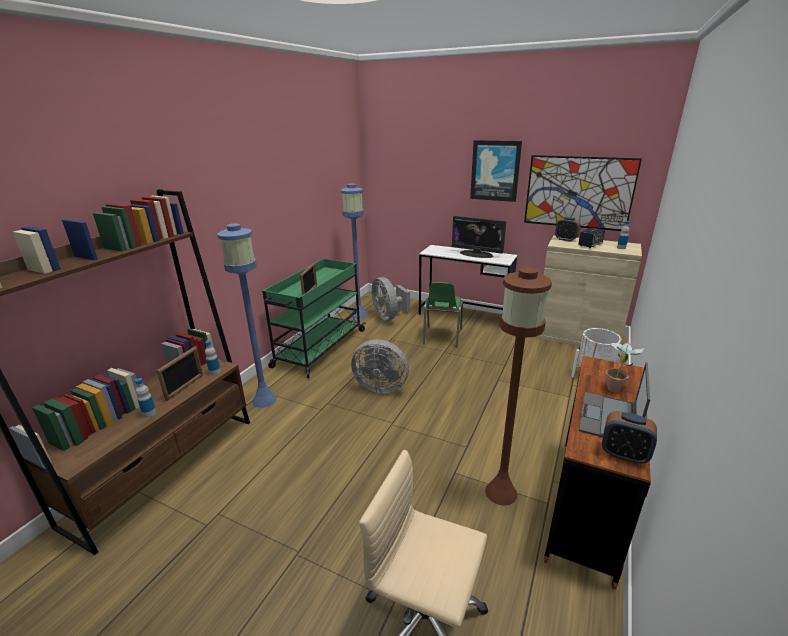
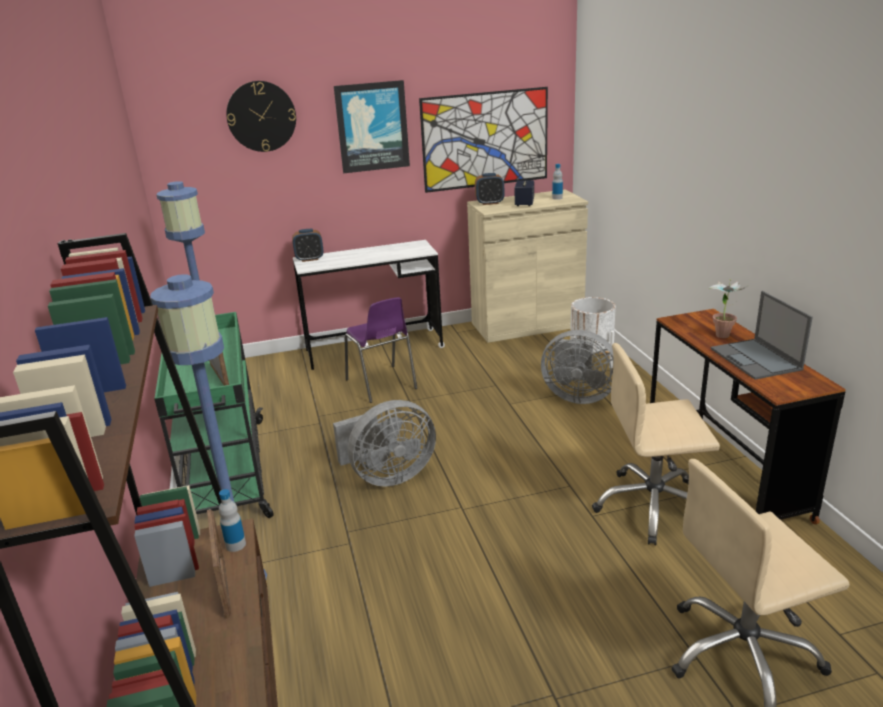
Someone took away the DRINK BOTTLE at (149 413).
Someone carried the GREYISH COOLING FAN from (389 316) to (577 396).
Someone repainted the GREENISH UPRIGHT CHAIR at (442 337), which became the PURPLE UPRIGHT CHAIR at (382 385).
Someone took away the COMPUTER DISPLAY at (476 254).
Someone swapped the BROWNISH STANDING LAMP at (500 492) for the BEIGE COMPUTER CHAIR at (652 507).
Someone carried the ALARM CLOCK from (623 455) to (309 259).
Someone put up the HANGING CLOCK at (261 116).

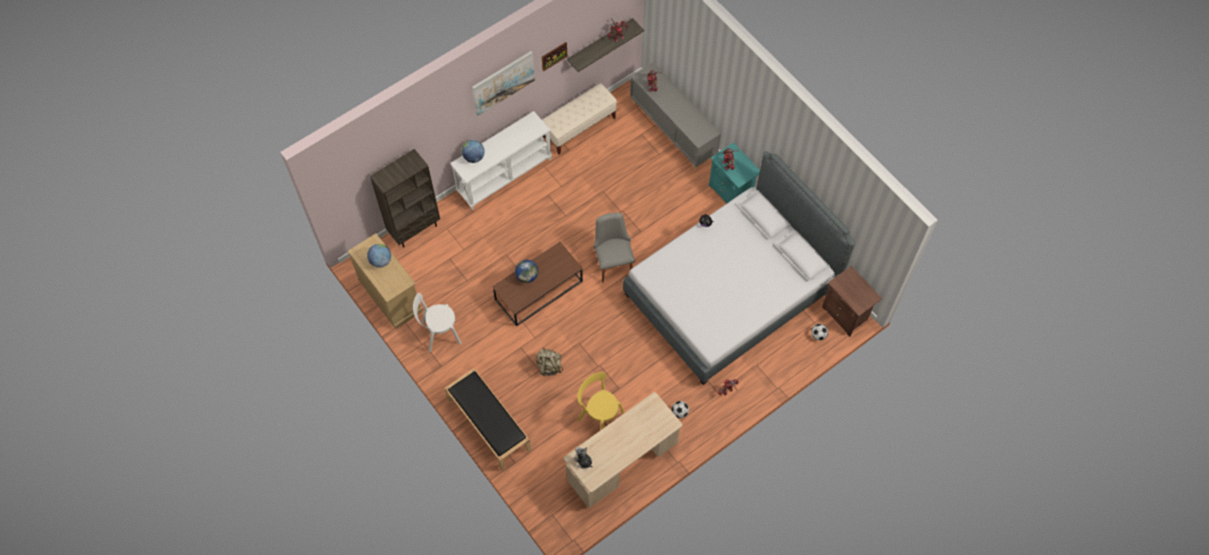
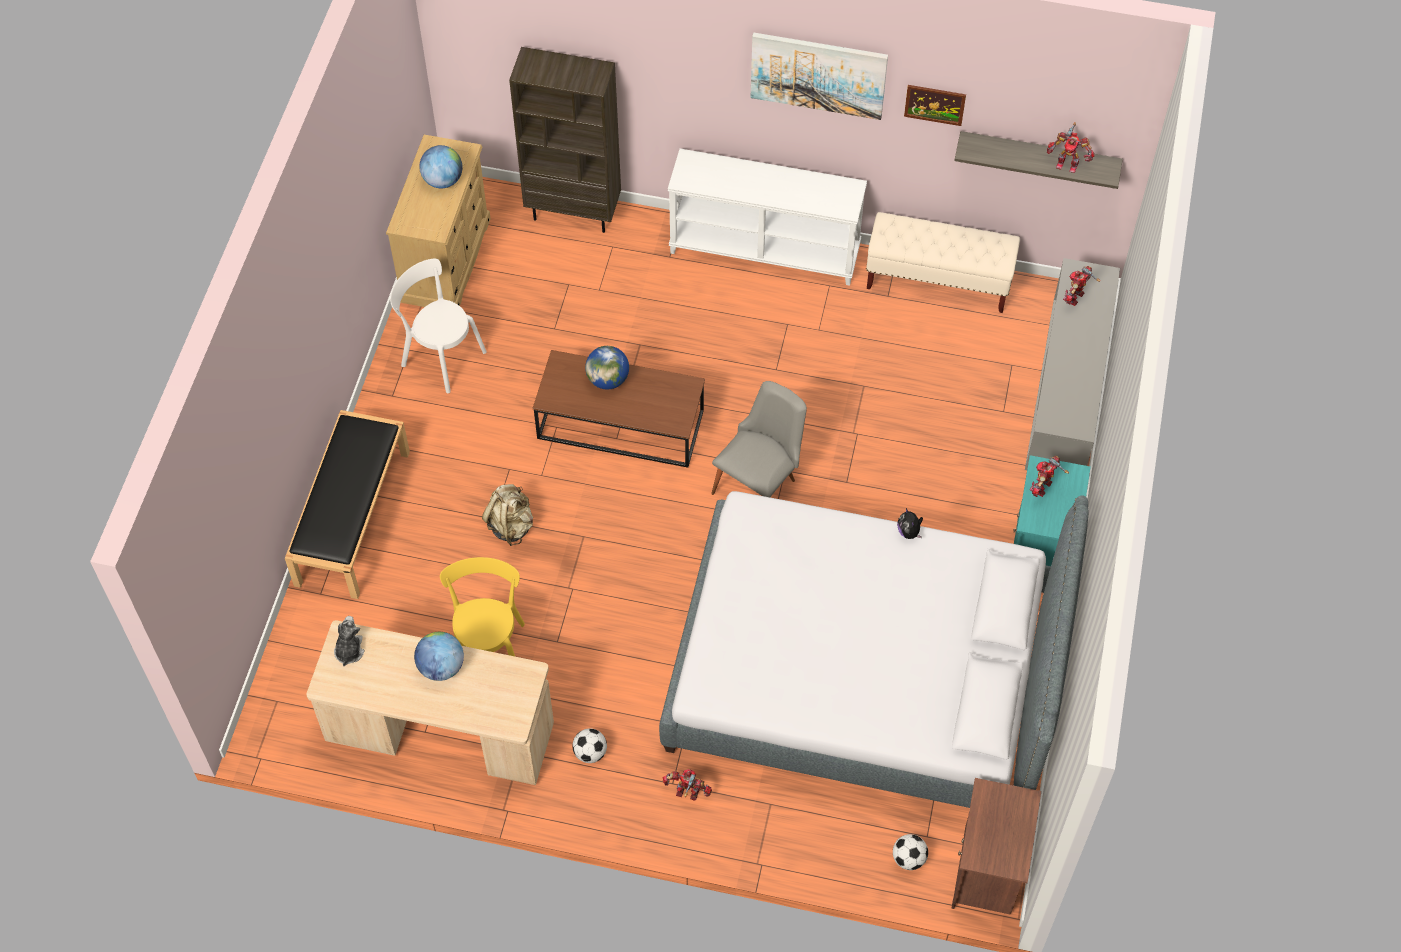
Someone carried the GLOBE from (474 157) to (441 667).

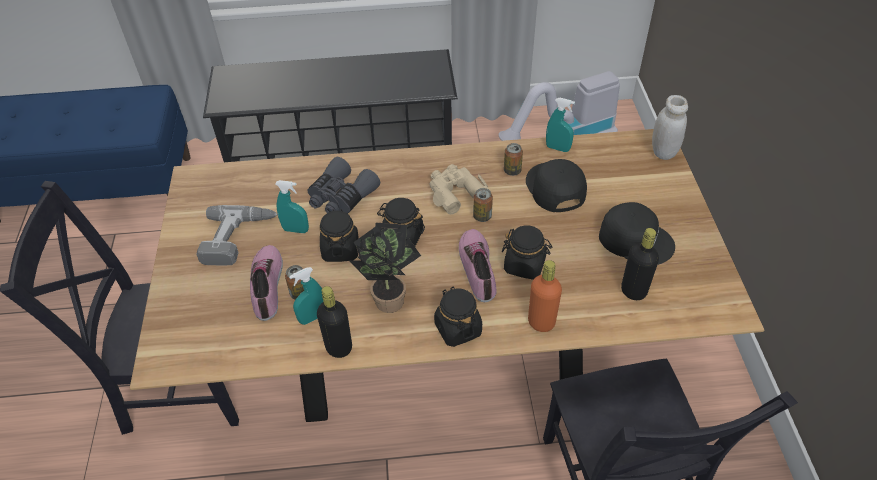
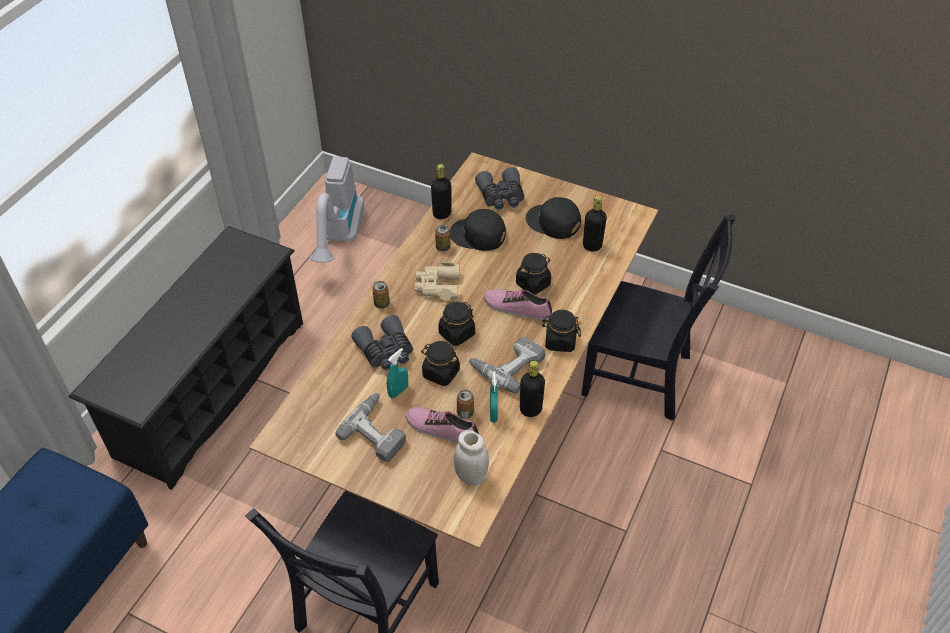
Someone swapped the PLANT IN A POT at (388 297) for the POWER DRILL at (507 365).
Someone carried the METAL CAN from (482 216) to (381 304).
Someone took away the ORANGE DRINK BOTTLE at (541 322).
Someone swapped the TURQUOISE-COLOURED HAND SPRAYER at (557 148) for the BLACK-COLOURED DRINK BOTTLE at (442 214).
Someone rotated the BLACK-COLOURED CAP at (635 239) by 120 degrees counterclockwise.
Someone carried the WHITISH STORAGE JAR from (663 152) to (471 476).
Someone put down the GREYISH PAIR OF BINOCULARS at (501 196).

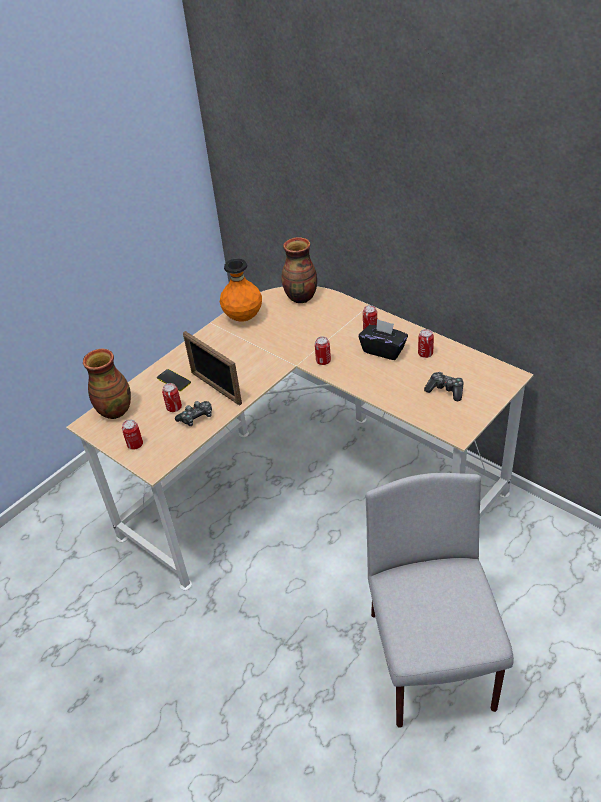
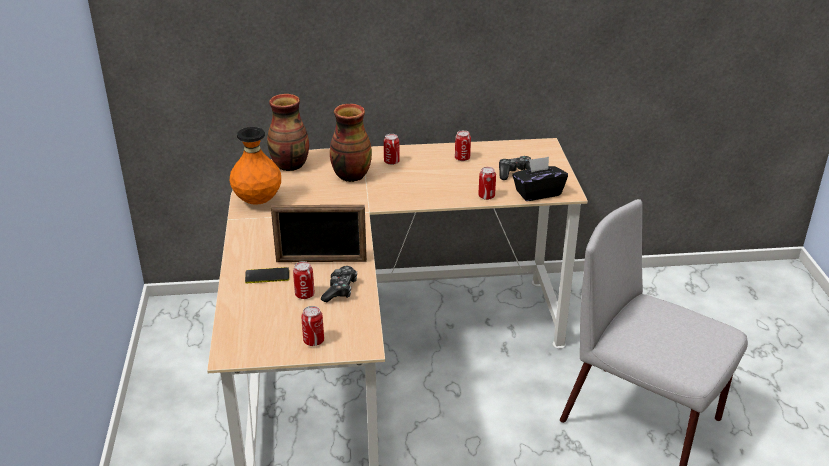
Someone carried the DECORATIVE VASE from (114 410) to (350 175).
Someone carried the METAL CAN from (323 361) to (486 196).
Someone carried the BLACK-COLOURED BOX OF TISSUES from (383 350) to (538 193).

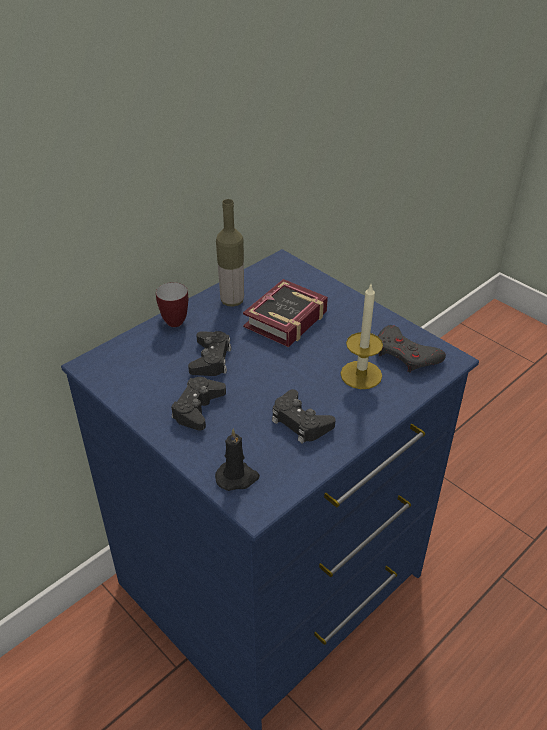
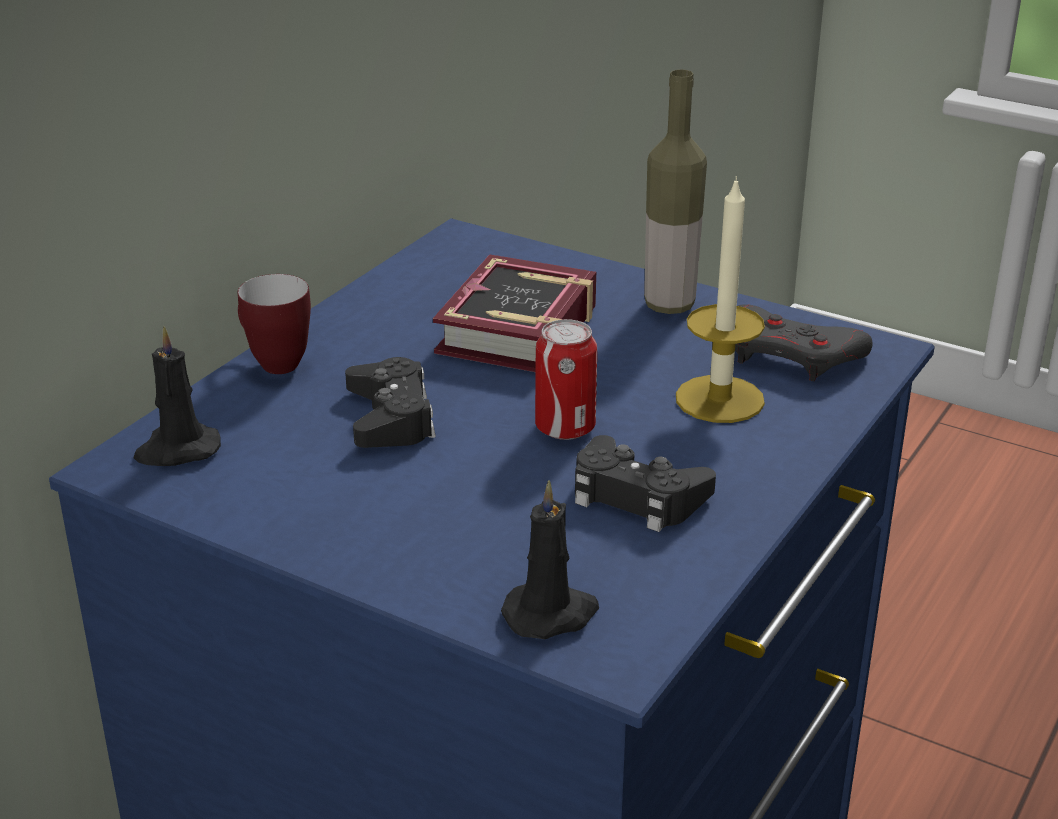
Someone took away the BLACK-COLOURED JOYPAD at (198 408).
Someone carried the DRINK BOTTLE from (232 301) to (669 305).
Someone put down the BLACK-COLOURED WAX LIGHT at (177 450).
Someone put down the METAL CAN at (565 427).

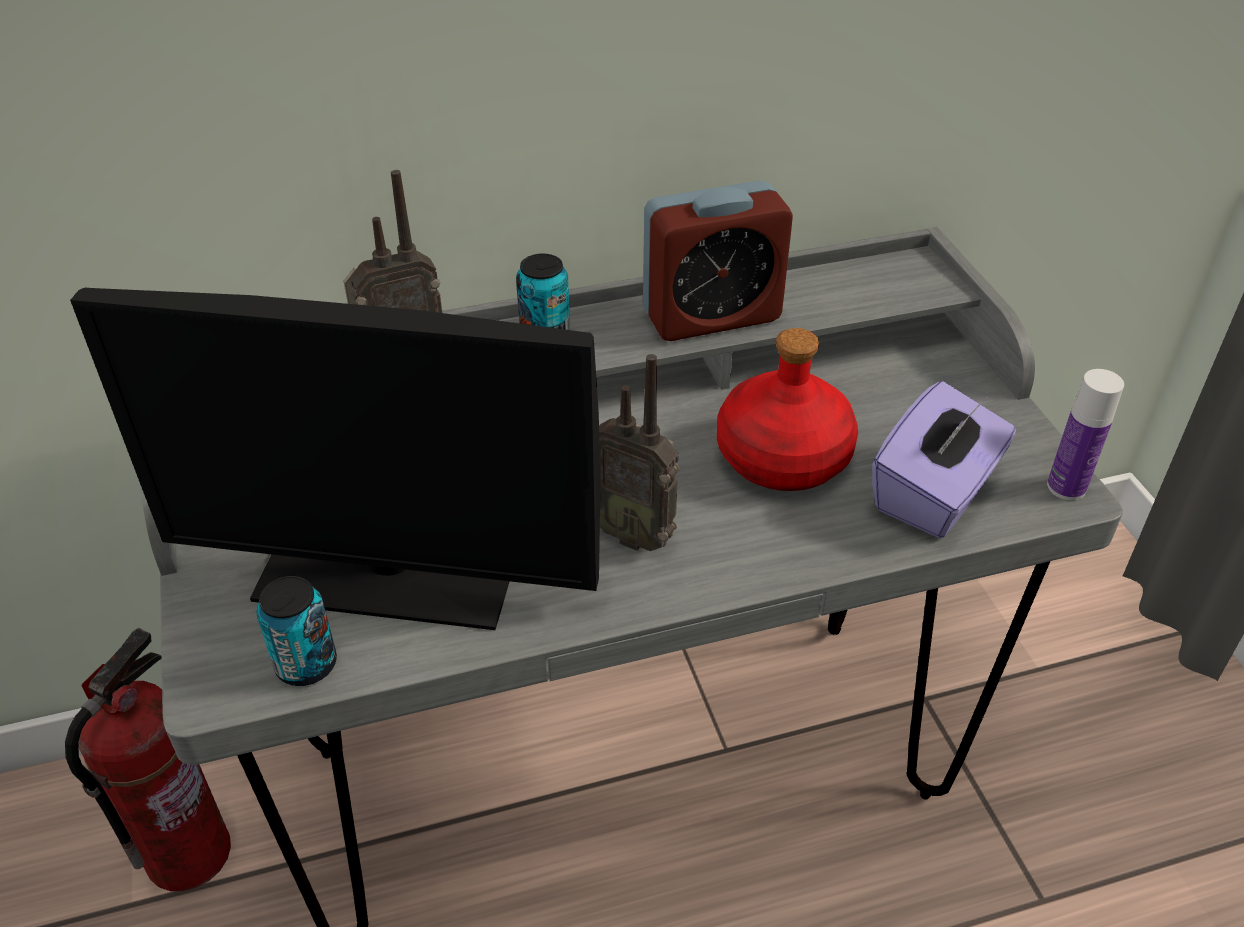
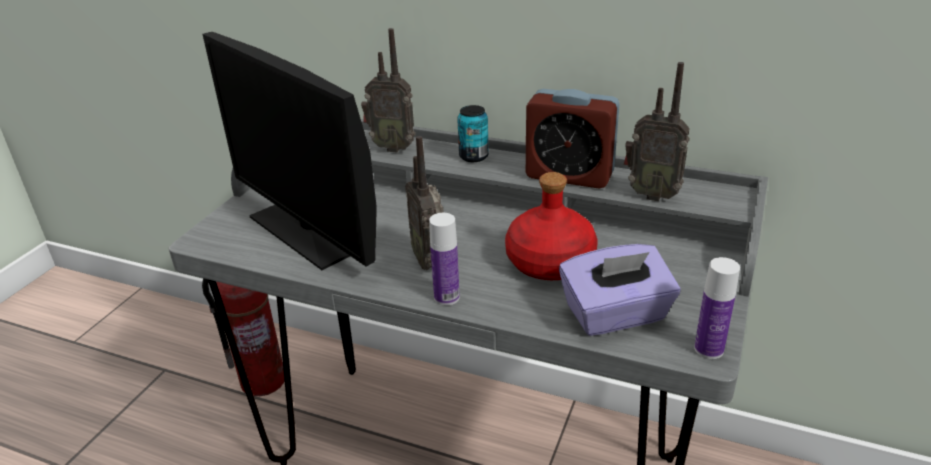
Someone took away the METAL CAN at (306 664).
Someone put down the DRINK BOTTLE at (446 297).
Someone put down the RADIO SET at (651 194).

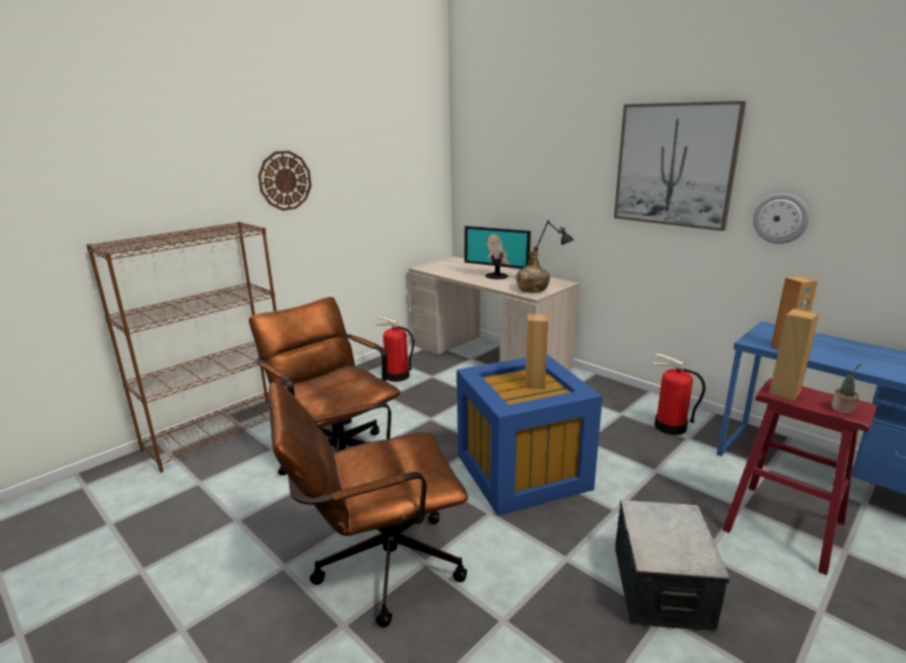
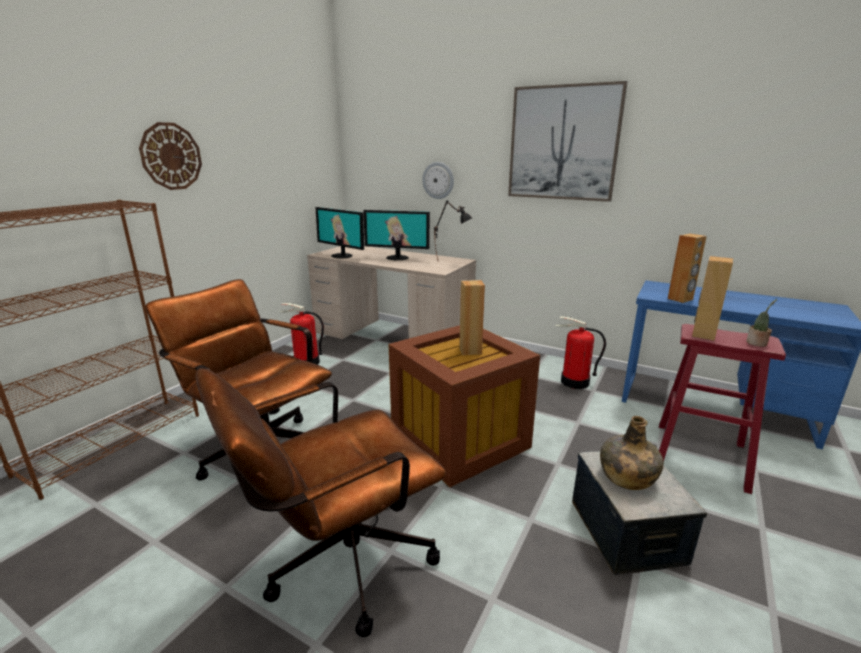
Someone repainted the BLUISH STORAGE CONTAINER at (524 472), which became the BROWNISH STORAGE CONTAINER at (462 440).
Someone carried the GREENISH DRINK BOTTLE from (532 289) to (626 476).
Someone carried the HANGING CLOCK from (780 218) to (438 180).
Someone put down the COMPUTER DISPLAY at (342 256).

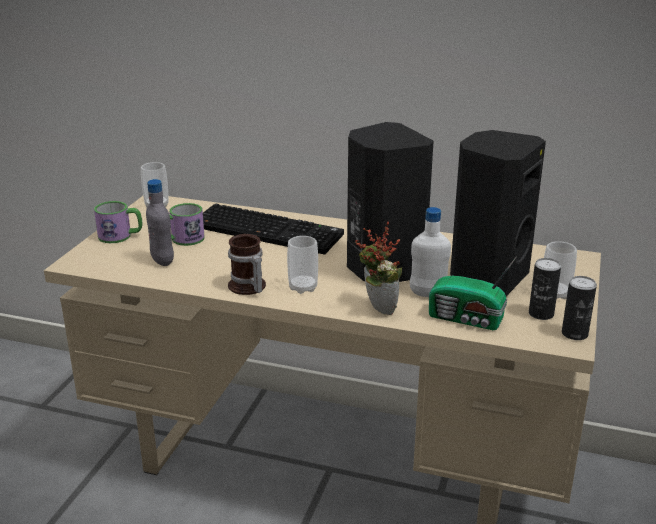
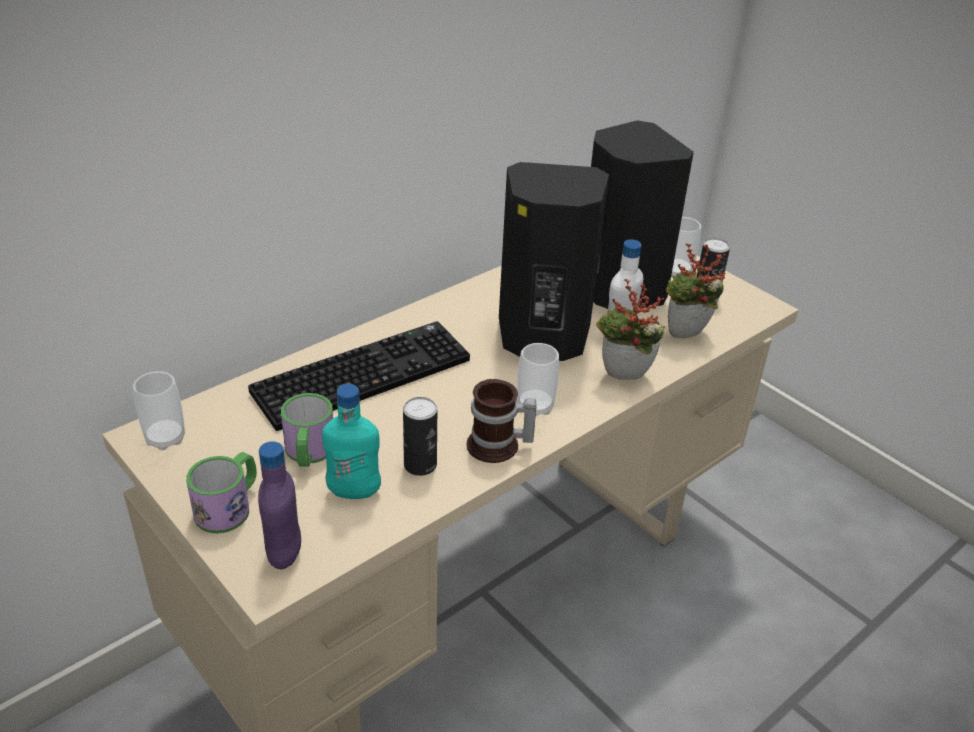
Someone repainted the GREYISH DRINK BOTTLE at (162 261), which became the TURQUOISE-COLOURED DRINK BOTTLE at (354 492).
Someone swapped the RADIO SET at (467 319) for the PLANT IN A POT at (686 336).
Someone carried the METAL CAN from (574 334) to (420 465).
Someone put down the PURPLE DRINK BOTTLE at (284 553).

